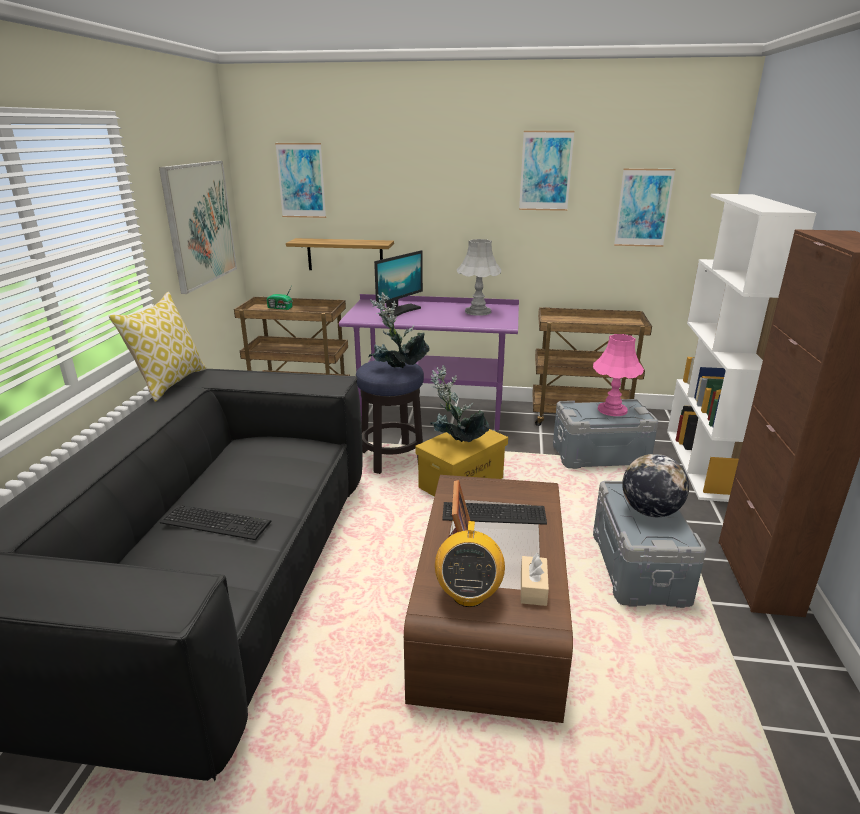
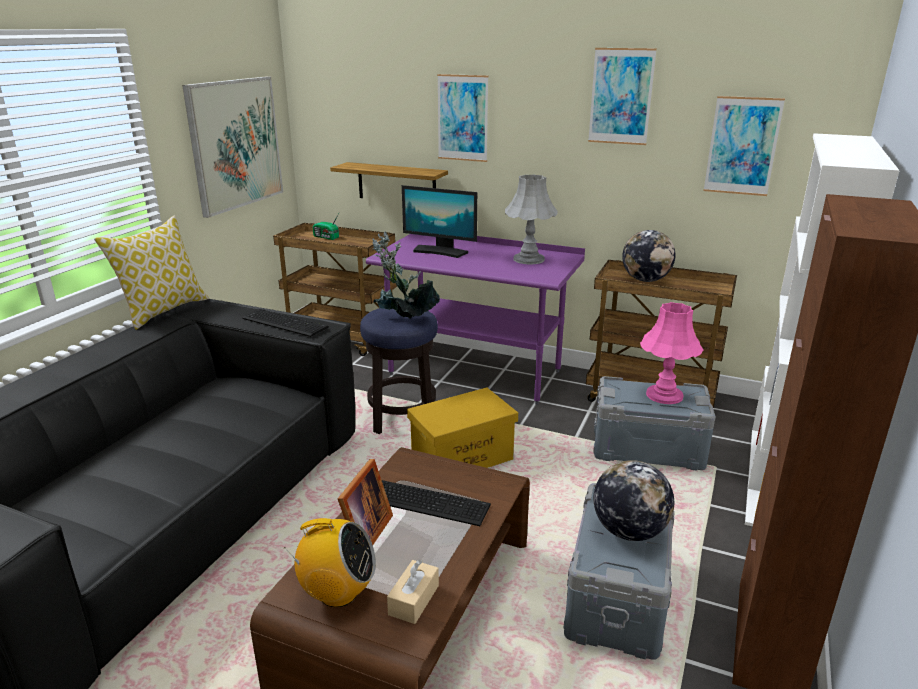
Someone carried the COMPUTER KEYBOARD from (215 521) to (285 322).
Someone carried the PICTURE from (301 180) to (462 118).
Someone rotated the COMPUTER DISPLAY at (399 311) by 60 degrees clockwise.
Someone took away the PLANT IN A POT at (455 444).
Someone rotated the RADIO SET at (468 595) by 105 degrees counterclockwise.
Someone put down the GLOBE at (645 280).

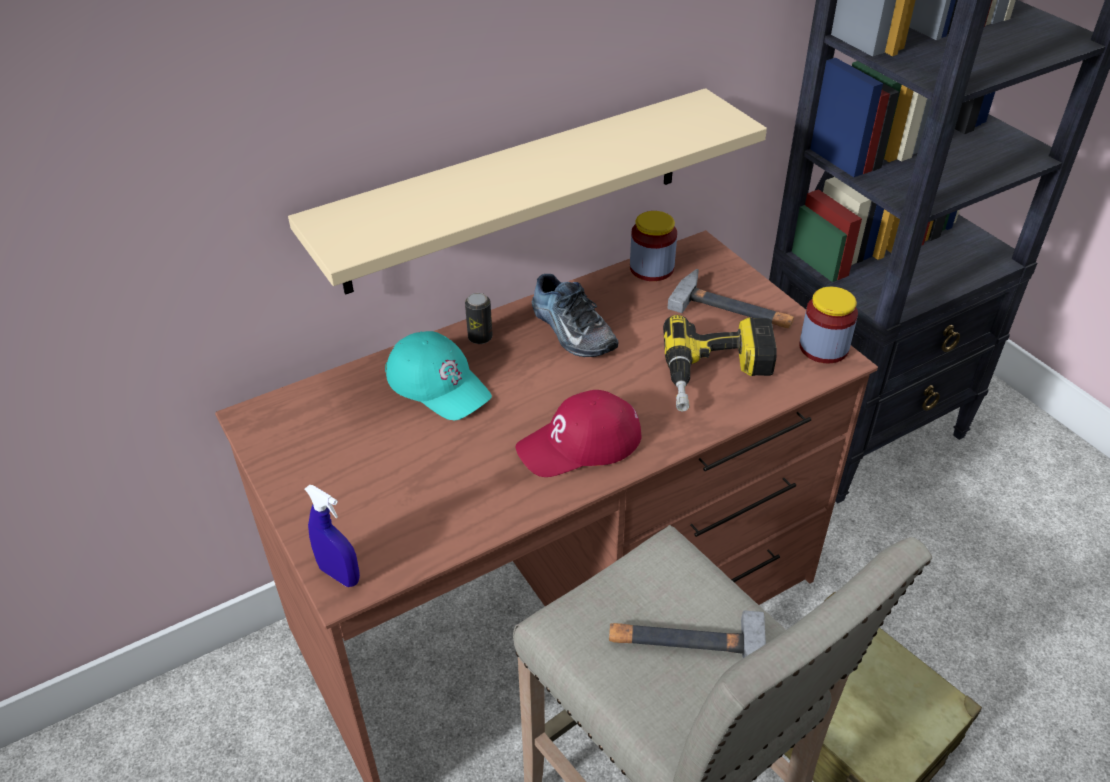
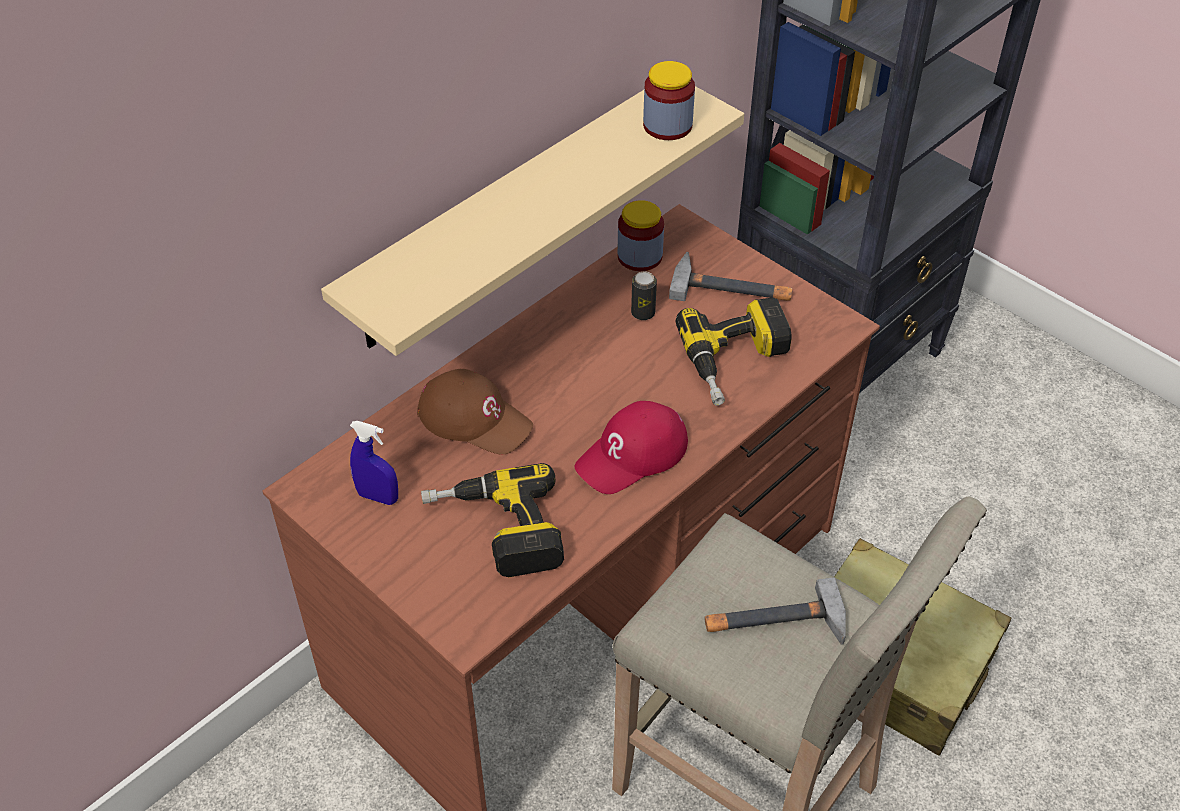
Someone carried the BLUISH HAND SPRAYER from (339 575) to (378 497).
Someone repainted the TURQUOISE-COLOURED CAP at (439 384), which became the BROWNISH CAP at (475 419).
Someone carried the METAL CAN from (480 337) to (643 313).
Someone took away the SHOE at (570 331).
Someone carried the STORAGE JAR from (823 348) to (667 126).
Someone put down the POWER DRILL at (495 531).

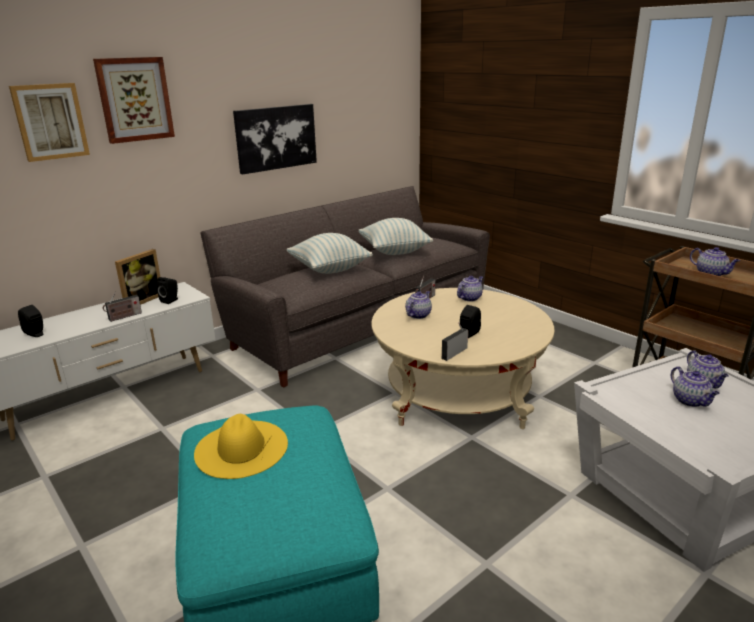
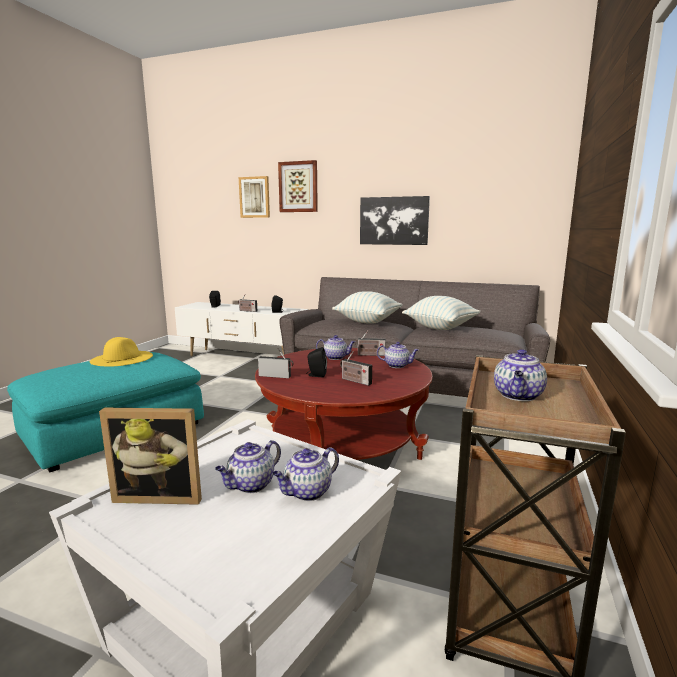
Someone carried the PICTURE FRAME from (141 300) to (161 494).
Someone repainted the BEIGE COFFEE TABLE at (458 393), which became the RED-COLOURED COFFEE TABLE at (343 445).
Someone put down the RADIO SET at (354 381).

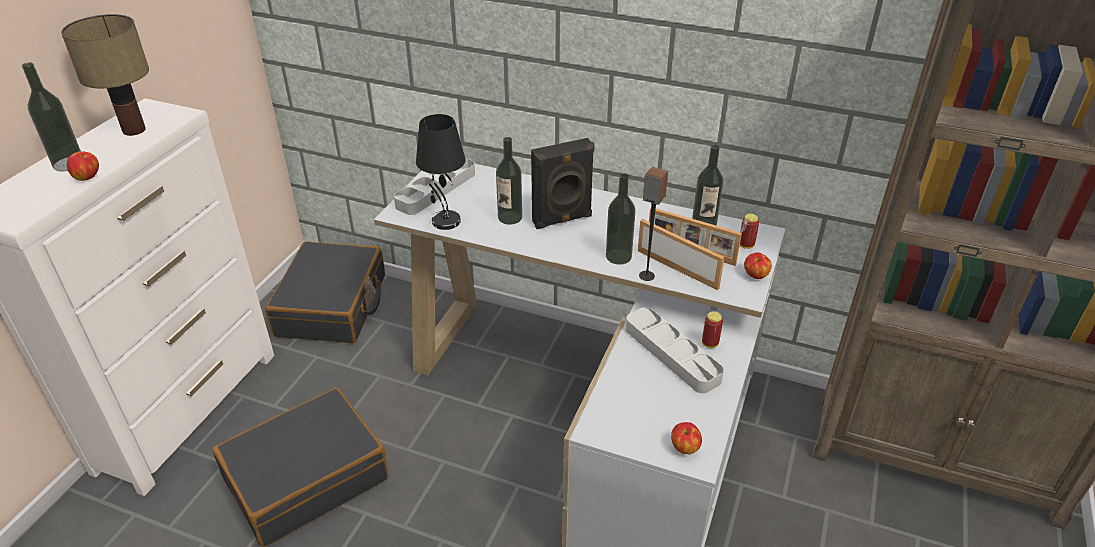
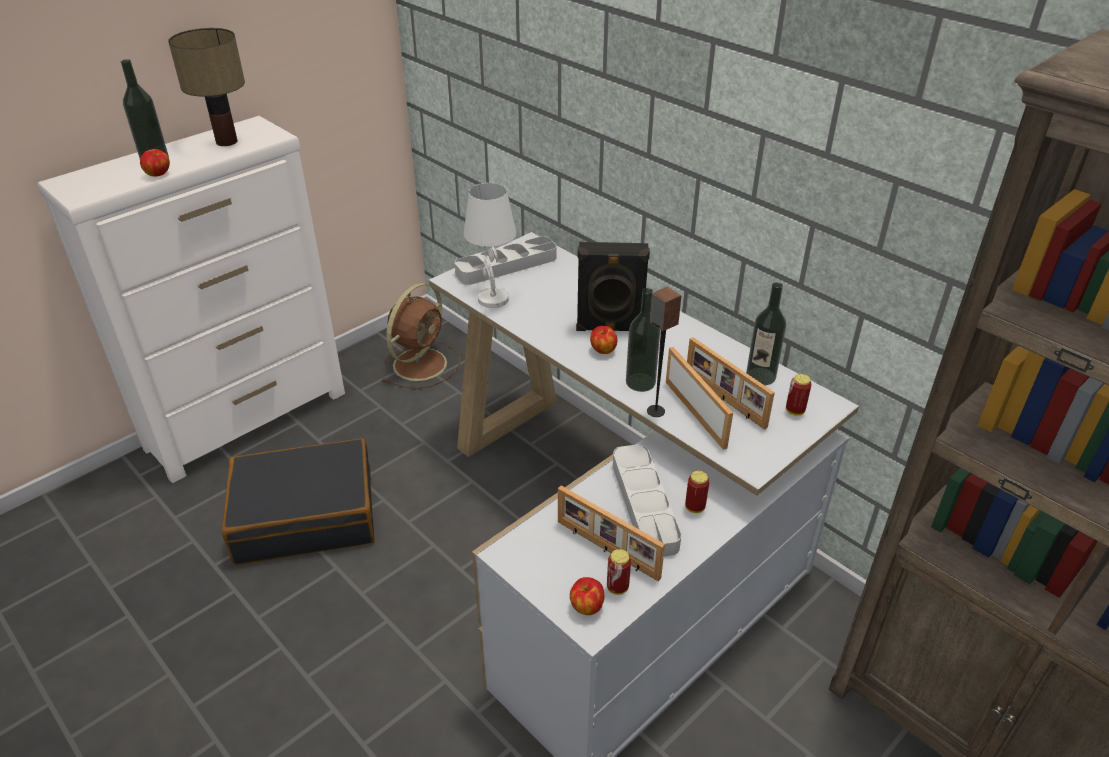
Someone swapped the BLACK-COLOURED PIECE OF LUGGAGE at (332 306) for the BROWNISH COOLING FAN at (421 363).
Someone repainted the BLACK-COLOURED LAMP FOR A TABLE at (445 221), which became the WHITISH LAMP FOR A TABLE at (492 299).
Someone took away the DRINK BOTTLE at (510 217).
Someone carried the APPLE from (755 276) to (603 350).
Someone put down the PICTURE FRAME at (606 550).
Someone put down the METAL CAN at (617 587).

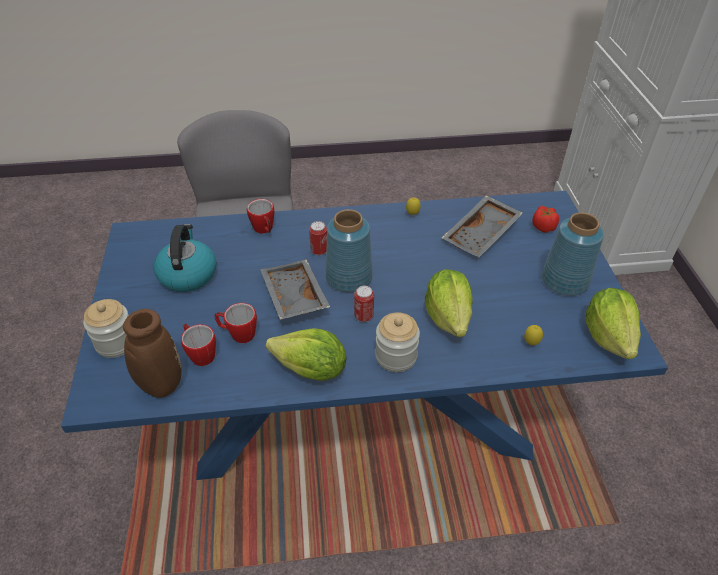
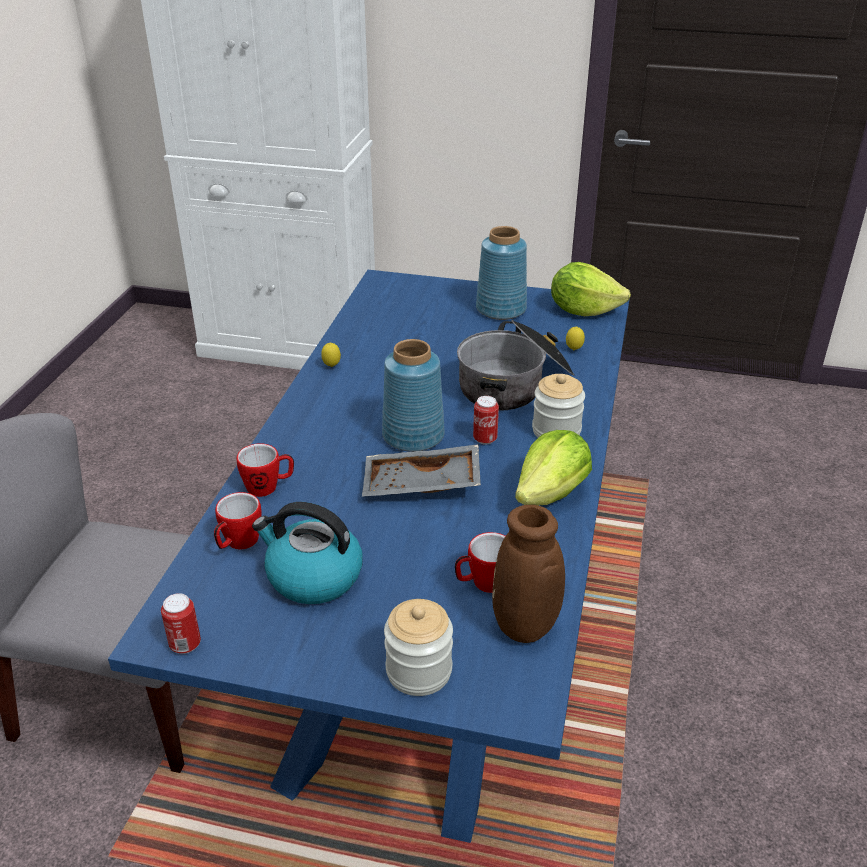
Someone carried the TEA MUG from (238 334) to (238 543).
Someone carried the METAL CAN from (319 251) to (185 644).
Someone swapped the LETTUCE HEAD at (448 316) for the STOCKPOT at (515 385).
Someone took away the GREYISH TRAY at (482 234).
Someone took away the TOMATO at (543 227).

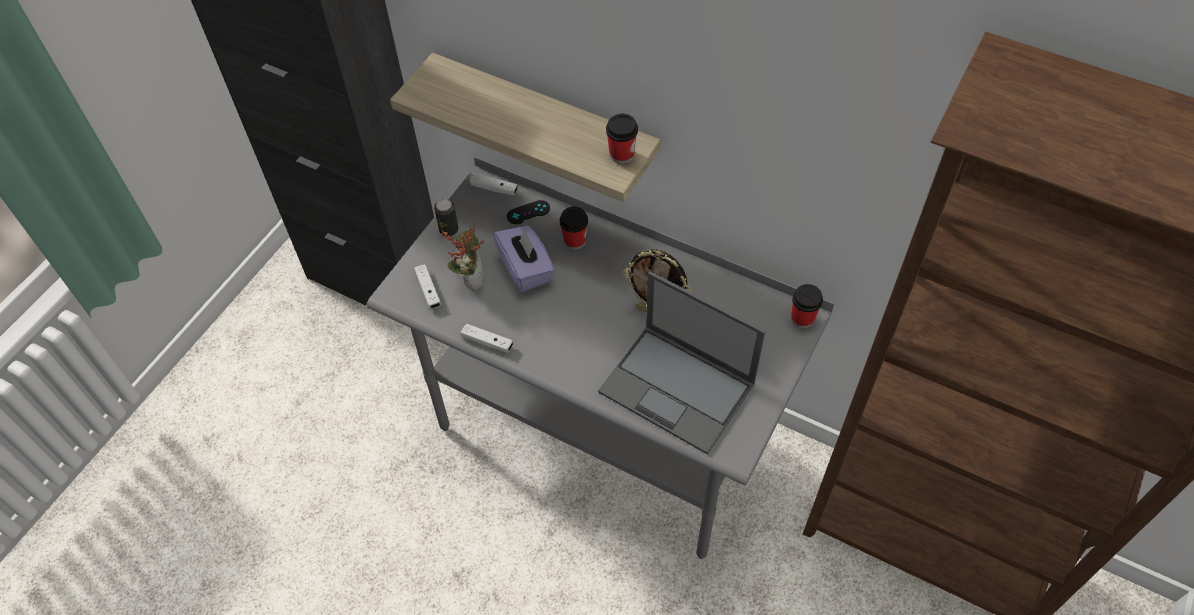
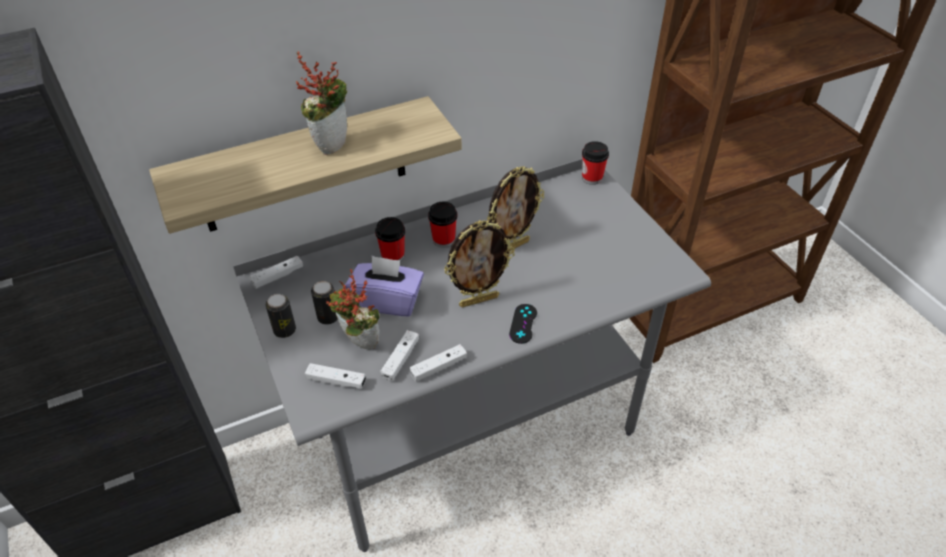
Someone carried the BLACK-COLOURED JOYPAD from (528 212) to (523 323).
Someone took away the NOTEBOOK COMPUTER at (678 388).
Someone carried the DRINKING CUP from (621 155) to (443 240).
Someone put down the PLANT IN A POT at (331 144).
Someone put down the METAL CAN at (328 317).
Someone put down the WHITISH JOYPAD at (400 359).
Someone put down the PICTURE FRAME at (478 300).

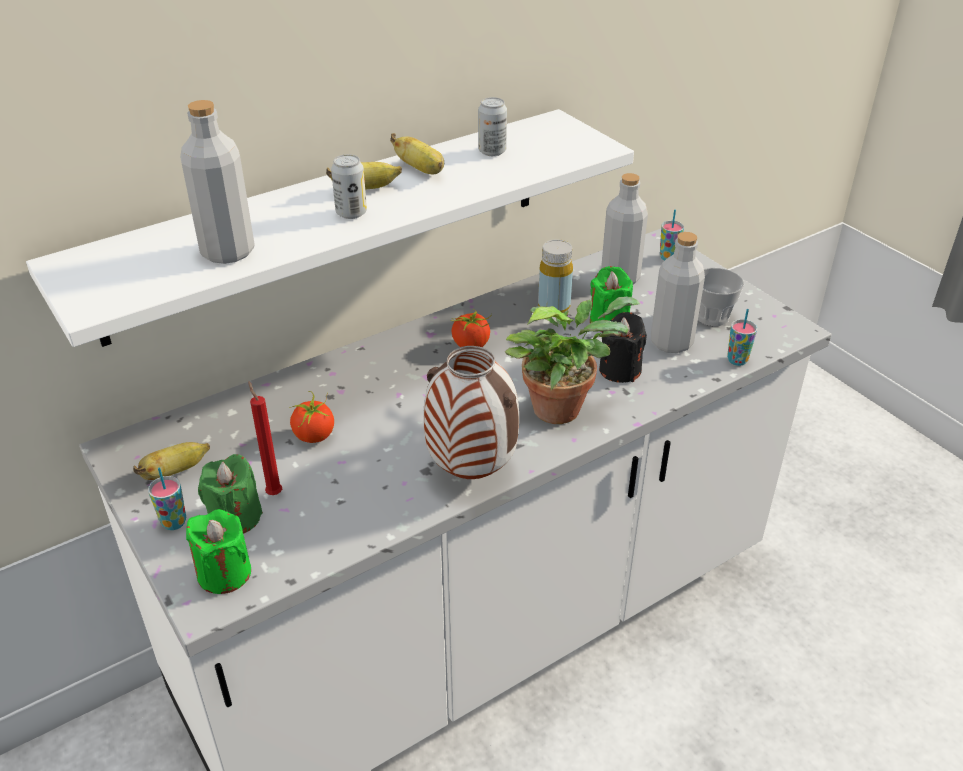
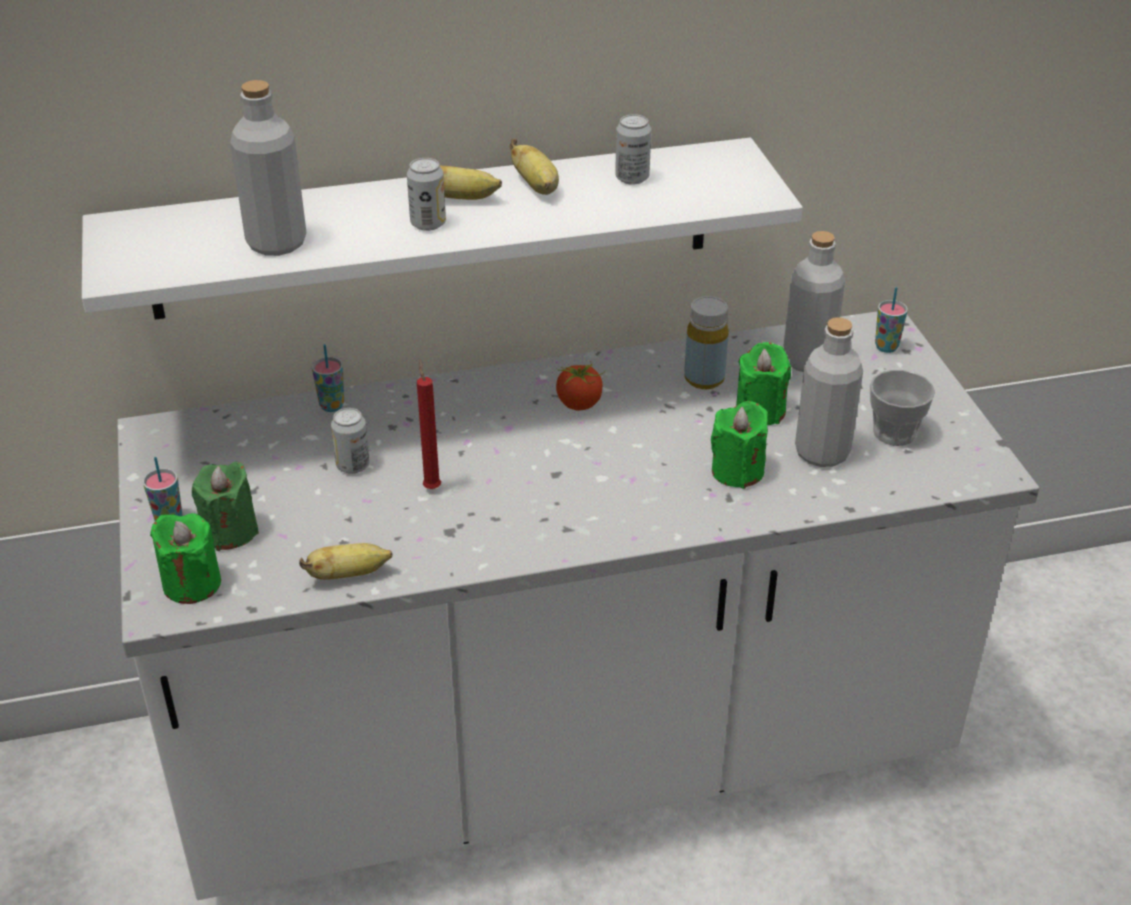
Someone carried the WHOLE BANANA from (175 472) to (348 575).
Someone carried the RED-COLOURED WAX LIGHT from (273 492) to (432 487).
Someone swapped the TOMATO at (314 435) for the METAL CAN at (353 465).
Someone took away the DECORATIVE VASE at (473 472).
Someone took away the PLANT IN A POT at (561 406).
Someone repainted the BLACK-COLOURED WAX LIGHT at (620 370), which became the GREENISH WAX LIGHT at (737 471).
Someone carried the DRINKING CUP from (737 360) to (332 406).

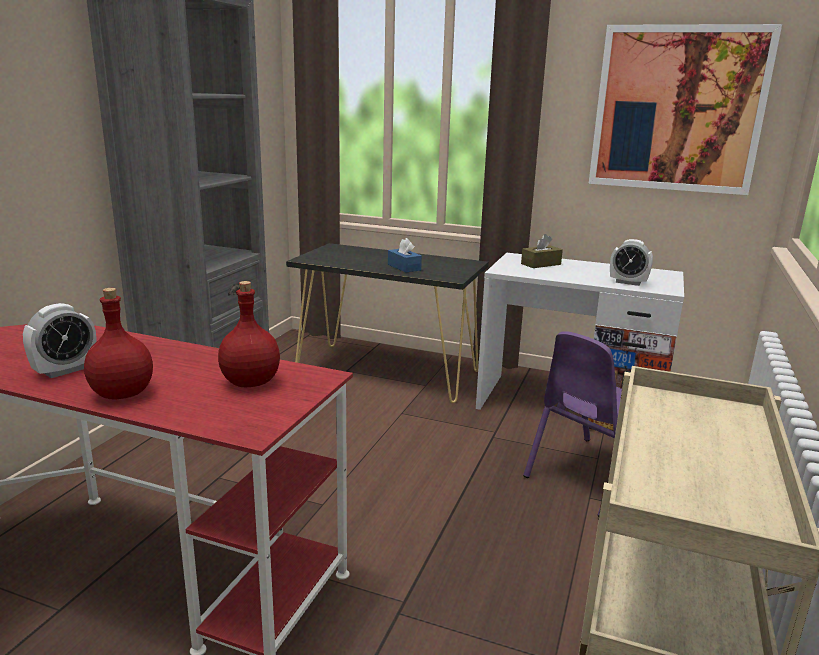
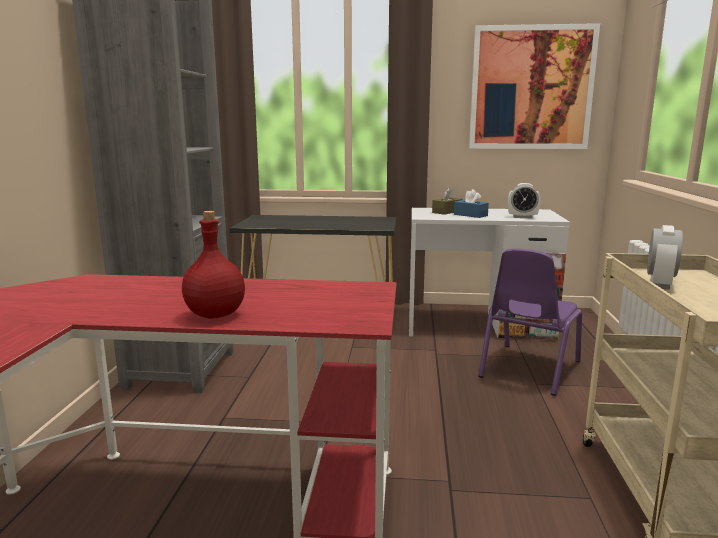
Someone carried the ALARM CLOCK from (65 370) to (659 284).
Someone took away the RED-COLOURED DRINK BOTTLE at (251 382).
Someone carried the BLUISH BOX OF TISSUES from (404 267) to (470 215).

